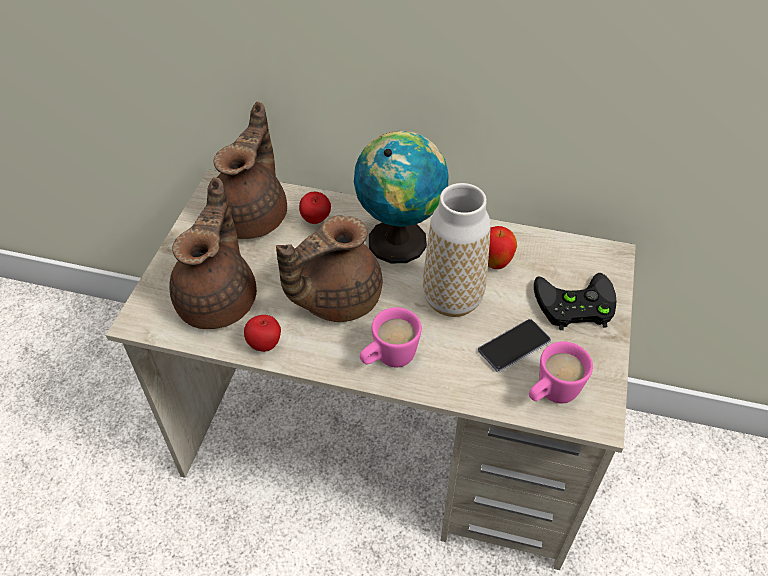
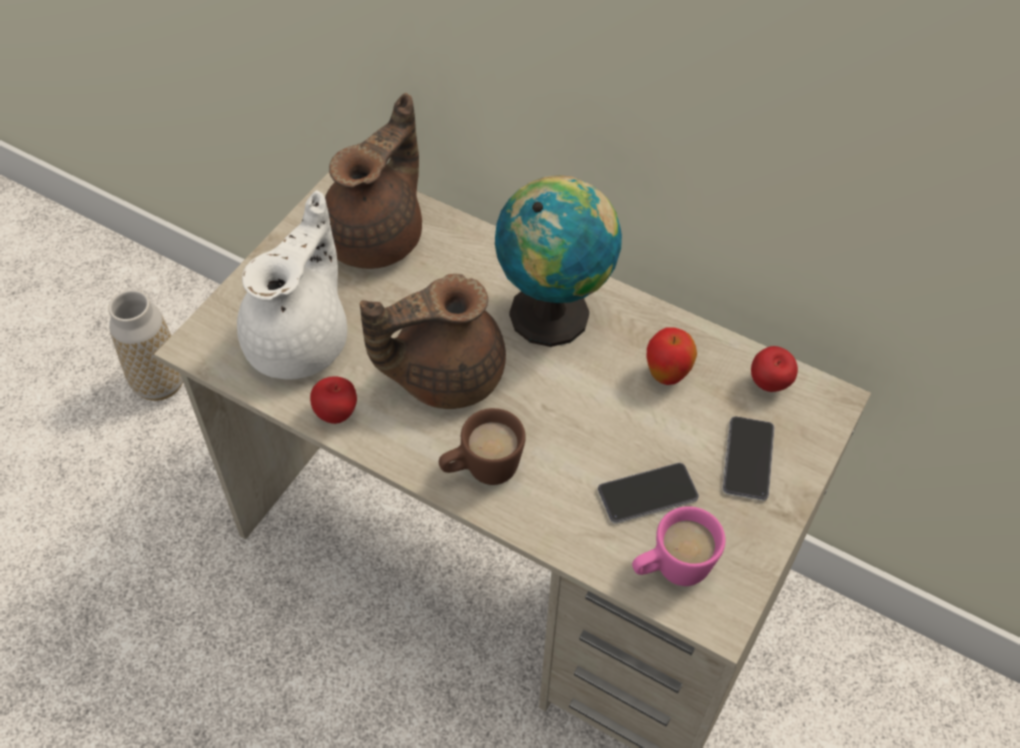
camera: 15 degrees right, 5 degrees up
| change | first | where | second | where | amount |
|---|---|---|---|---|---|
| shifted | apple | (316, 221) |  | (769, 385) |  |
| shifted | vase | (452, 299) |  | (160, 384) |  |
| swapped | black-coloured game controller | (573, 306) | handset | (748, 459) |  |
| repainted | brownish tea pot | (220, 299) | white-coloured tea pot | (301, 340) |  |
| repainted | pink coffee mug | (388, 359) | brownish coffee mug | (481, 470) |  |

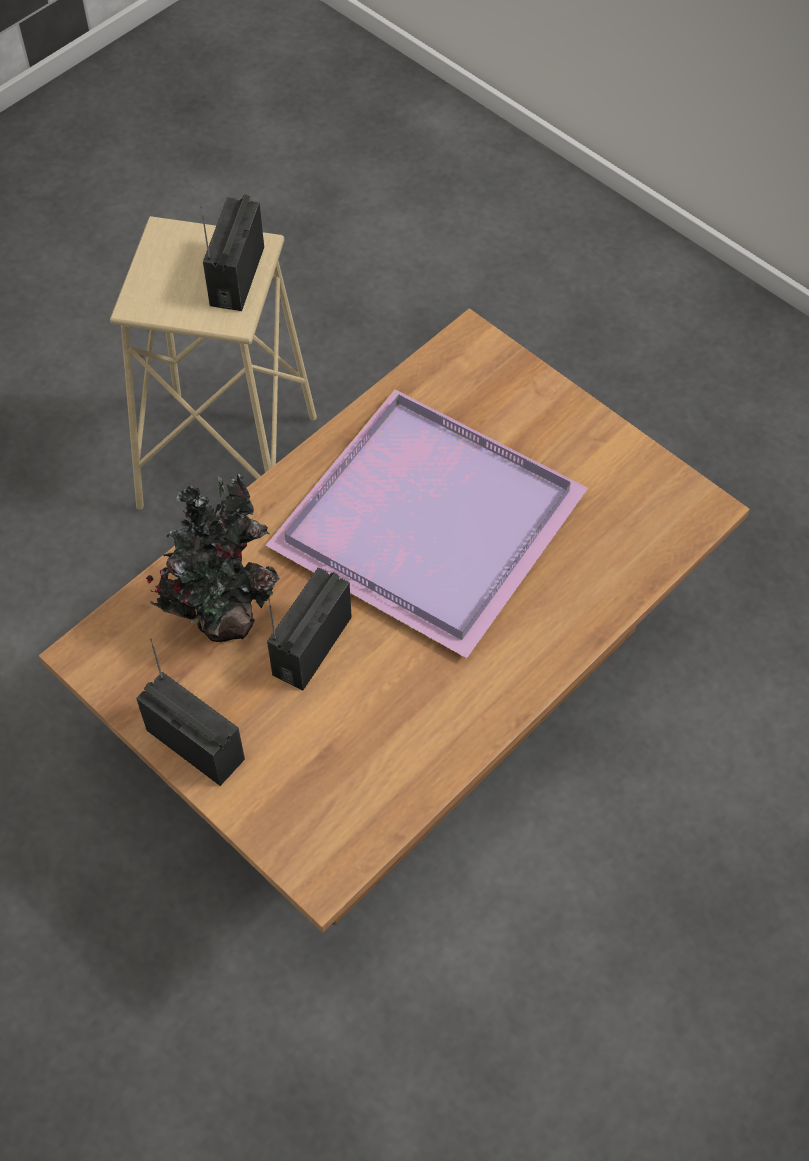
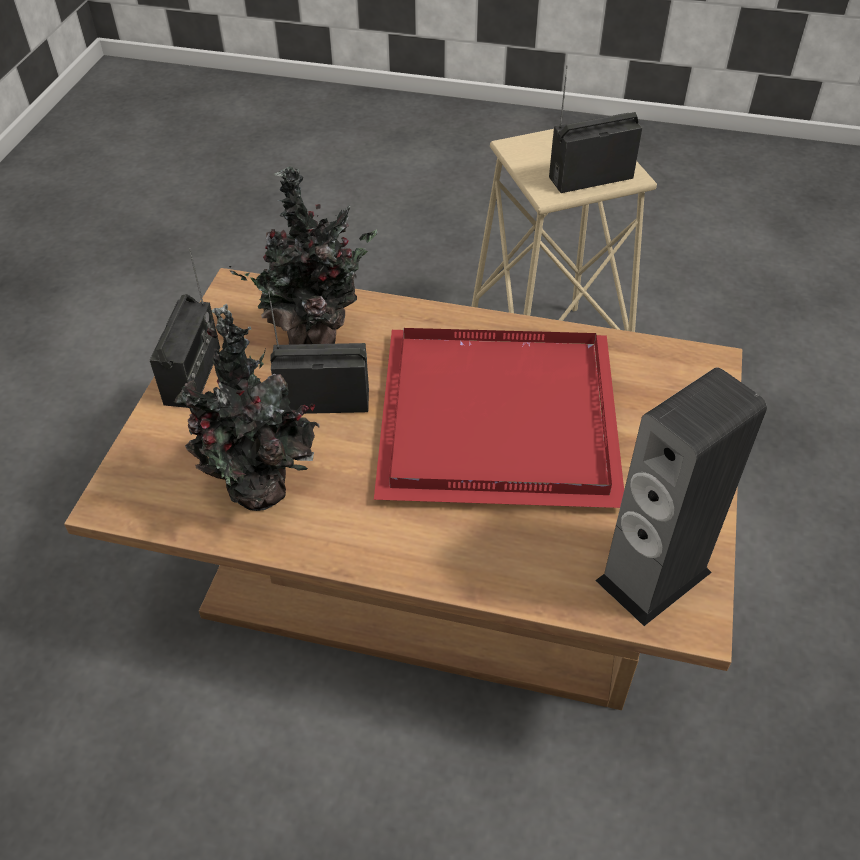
camera: 60 degrees right, 10 degrees down
| change | first | where | second | where | amount |
|---|---|---|---|---|---|
| new |  |  | plant in a pot | (262, 495) |  |
| new |  |  | speaker | (653, 576) |  |
| repainted | purple serving tray | (427, 517) | reddish serving tray | (503, 415) |  |

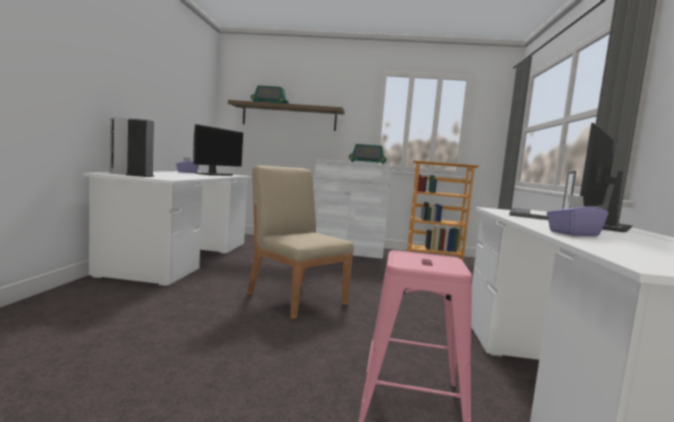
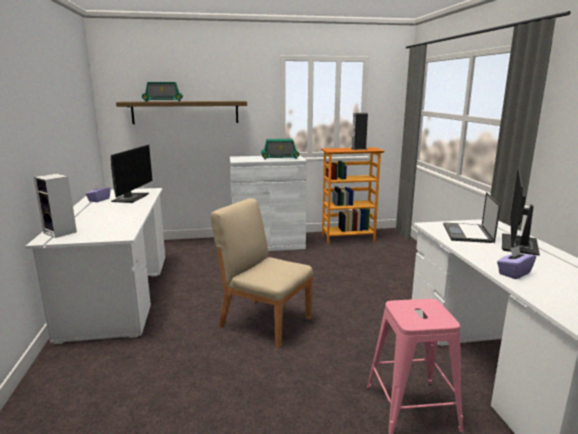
camera: 15 degrees left, 10 degrees up
| change | first | where | second | where | amount |
|---|---|---|---|---|---|
| shifted | speaker | (140, 175) |  | (358, 149) |  |

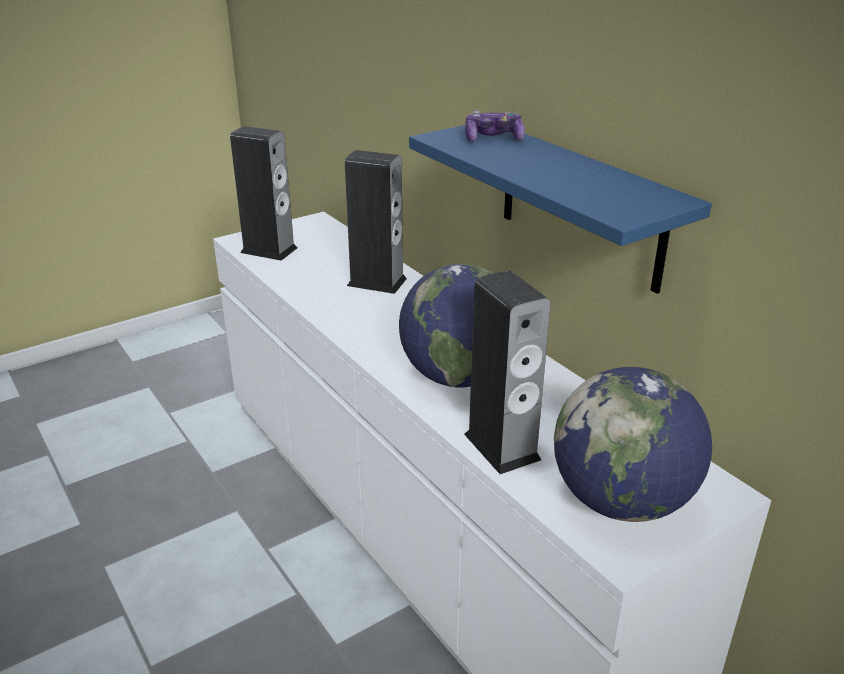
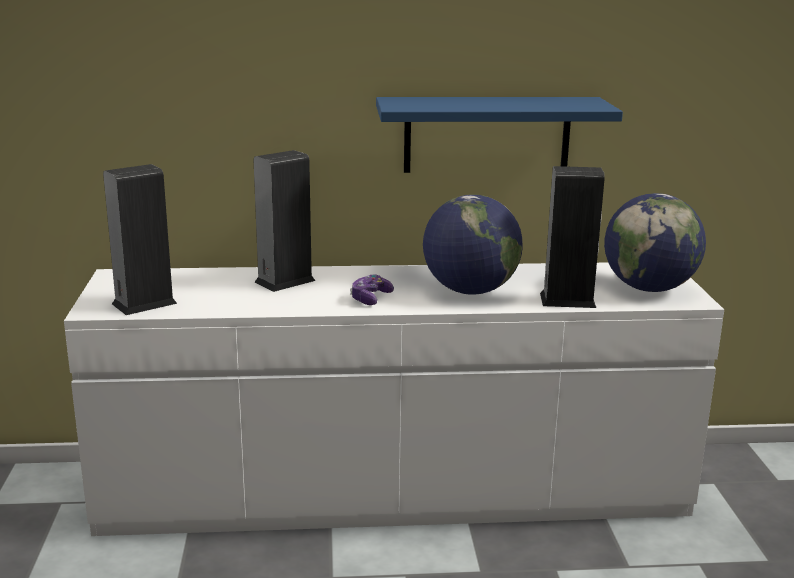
camera: 60 degrees left, 10 degrees down
| change | first | where | second | where | amount |
|---|---|---|---|---|---|
| shifted | game controller | (493, 139) |  | (370, 298) |  |

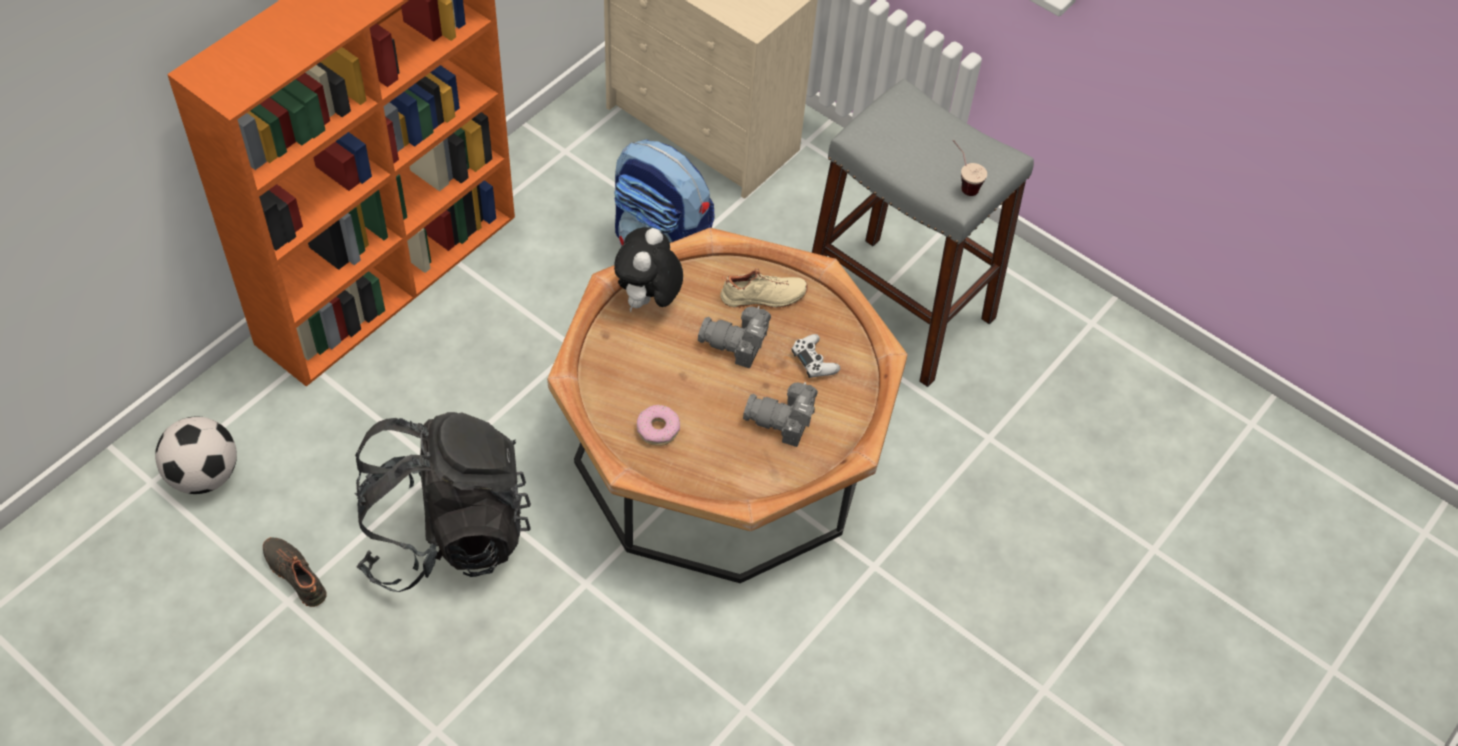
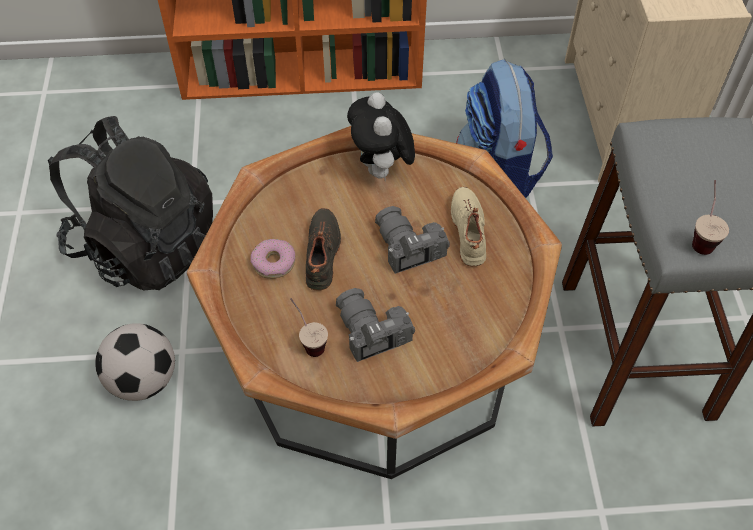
camera: 50 degrees right, 0 degrees up
| change | first | where | second | where | amount |
|---|---|---|---|---|---|
| gone | white-coloured game controller | (814, 361) |  |  |  |
| new |  |  | cup | (308, 341) |  |
| shifted | ball for football | (204, 475) |  | (144, 380) |  |
| shifted | black-coloured shoe | (297, 574) |  | (324, 254) |  |
| rotated | cuddly toy | (648, 301) |  | (381, 170) | 75 degrees counterclockwise |
| rotated | beige-coloured shoe | (763, 298) |  | (470, 231) | 135 degrees counterclockwise |

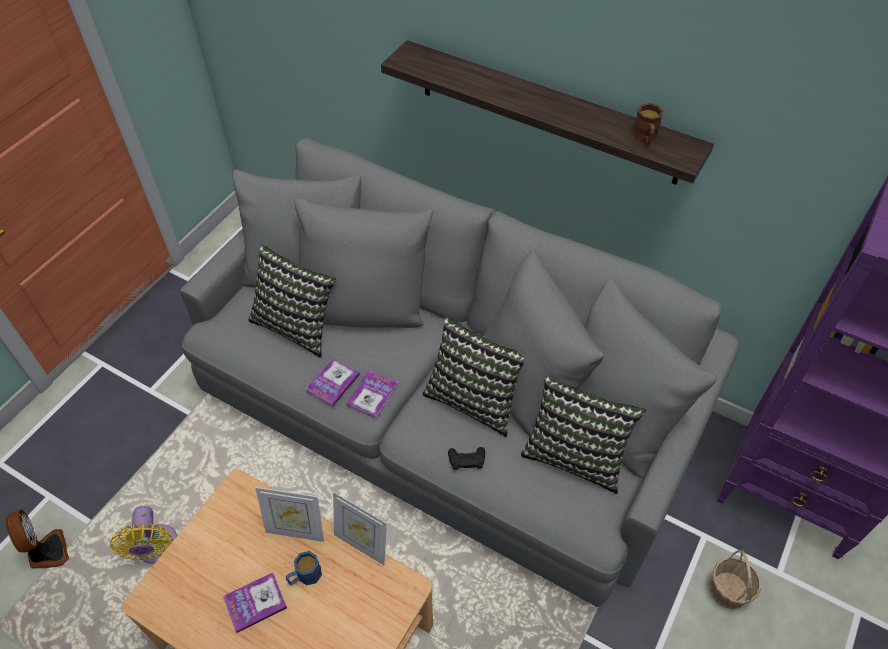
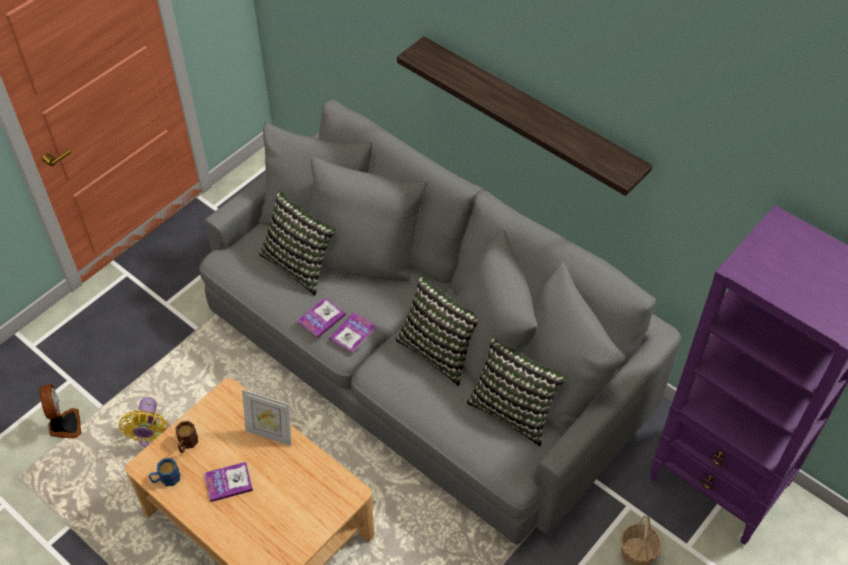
camera: 10 degrees right, 0 degrees up
| change | first | where | second | where | amount |
|---|---|---|---|---|---|
| gone | standing frame | (362, 544) |  |  |  |
| gone | black-coloured game controller | (466, 459) |  |  |  |
| shifted | blue coffee mug | (305, 576) |  | (166, 479) |  |
| shifted | brownish coffee mug | (645, 138) |  | (187, 444) |  |

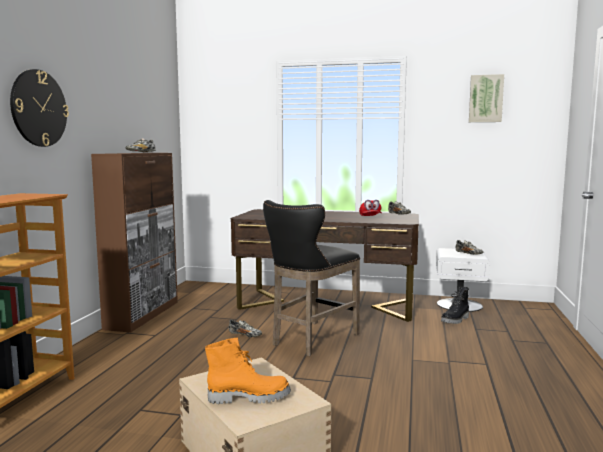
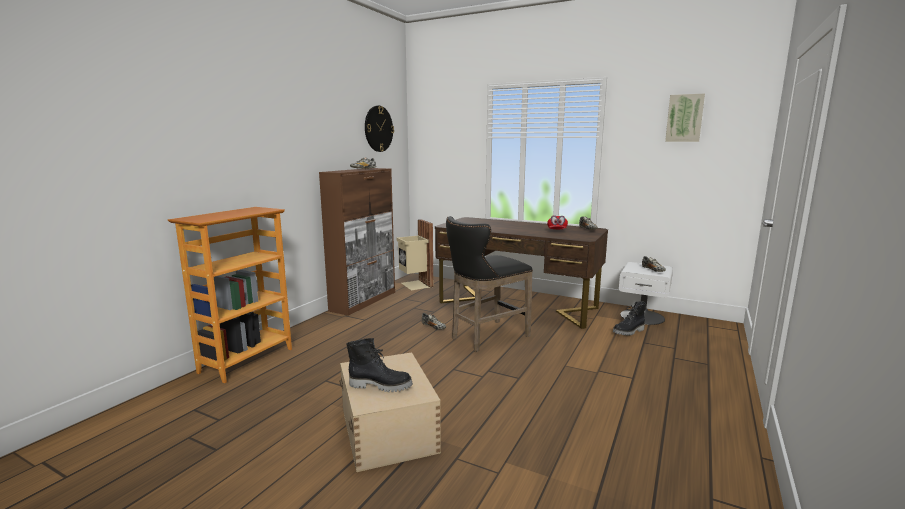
camera: 15 degrees right, 5 degrees up
| change | first | where | second | where | amount |
|---|---|---|---|---|---|
| new |  |  | beige-coloured rubbish bin | (415, 285) |  |
| shifted | wall clock | (39, 108) |  | (378, 129) |  |
| repainted | orange high-top boot | (249, 397) | black-coloured high-top boot | (381, 385) |  |

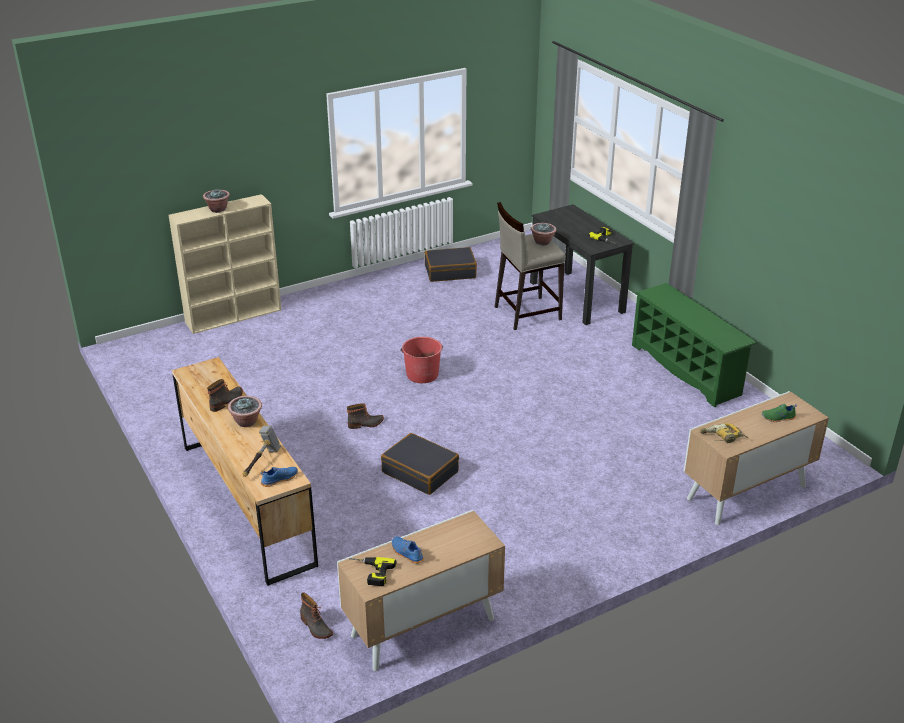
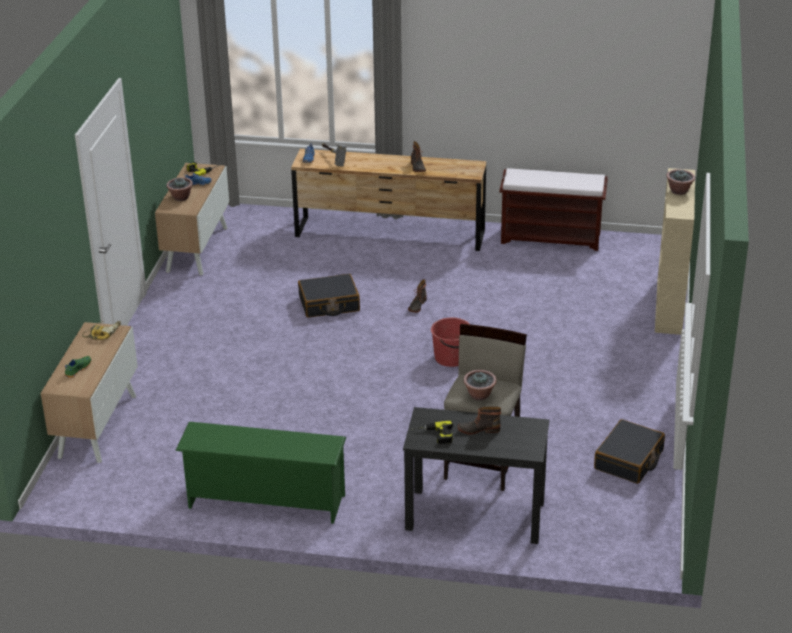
camera: 130 degrees right, 0 degrees up
| change | first | where | second | where | amount |
|---|---|---|---|---|---|
| new |  |  | brownish indoor bench | (551, 238) |  |
| shifted | plant in a pot | (247, 422) |  | (180, 198) |  |
| shifted | high-top boot | (315, 627) |  | (478, 429) |  |

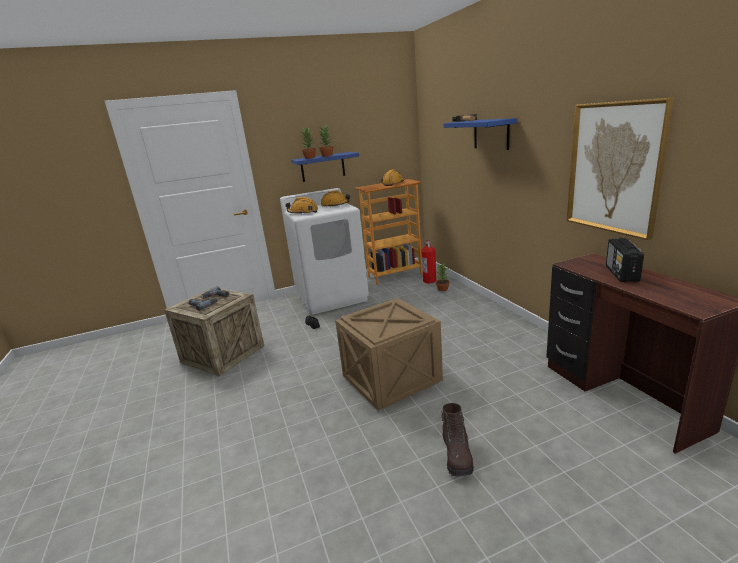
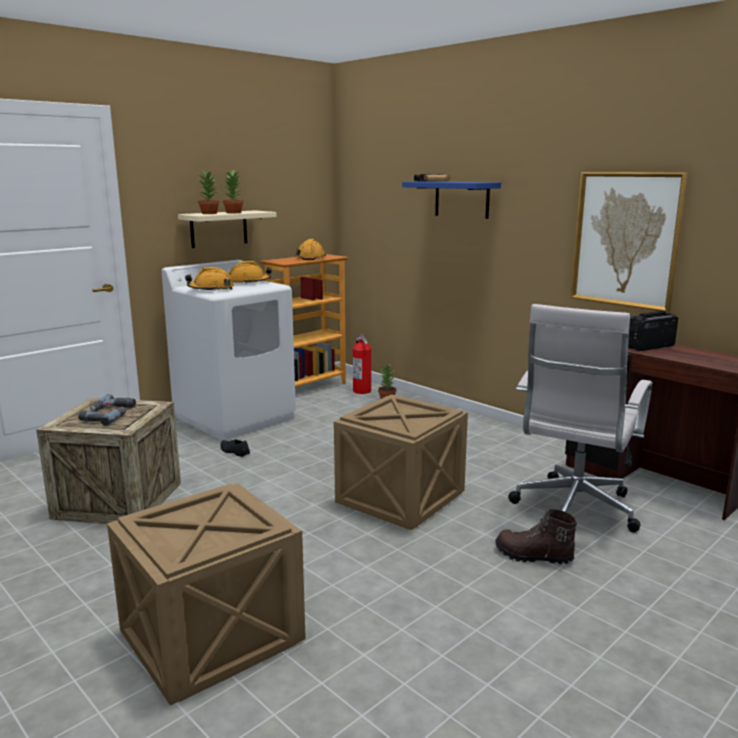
camera: 25 degrees left, 5 degrees down
| change | first | where | second | where | amount |
|---|---|---|---|---|---|
| new |  |  | shipping crate | (209, 639) |  |
| new |  |  | white-coloured office chair | (573, 511) |  |
| repainted | blue shelf | (322, 167) | beige-coloured shelf | (219, 229) |  |
| rotated | brownish high-top boot | (457, 455) |  | (533, 556) | 135 degrees clockwise |
| rotated | radio receiver | (621, 274) |  | (649, 347) | 75 degrees clockwise |

